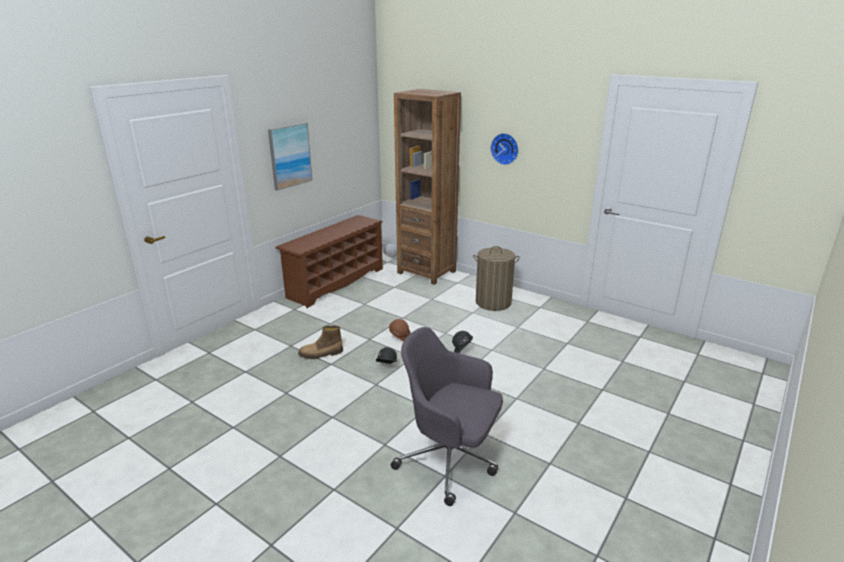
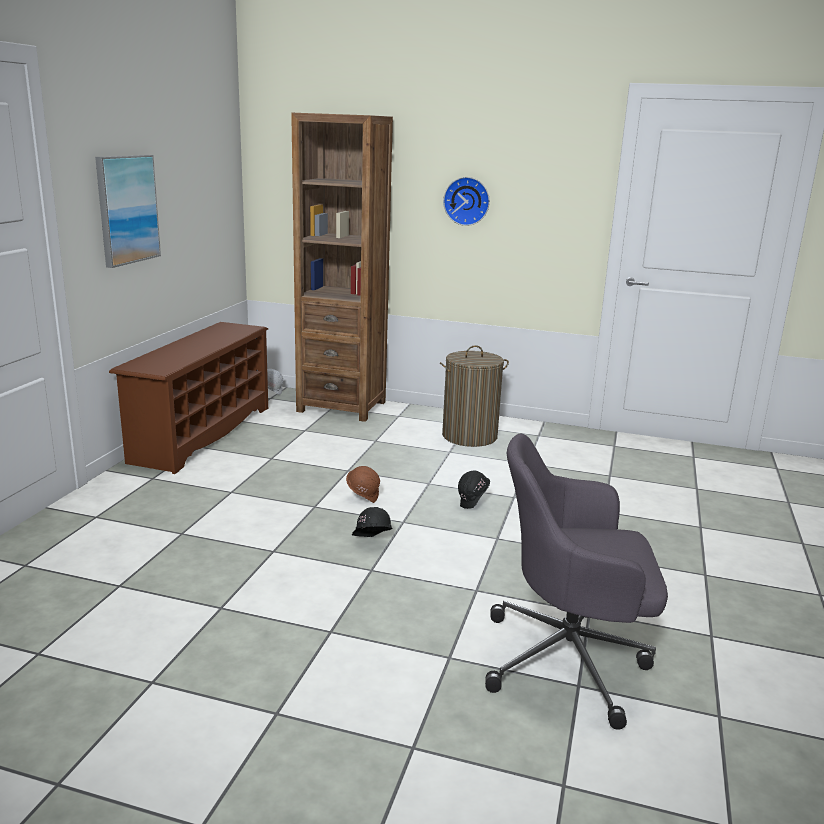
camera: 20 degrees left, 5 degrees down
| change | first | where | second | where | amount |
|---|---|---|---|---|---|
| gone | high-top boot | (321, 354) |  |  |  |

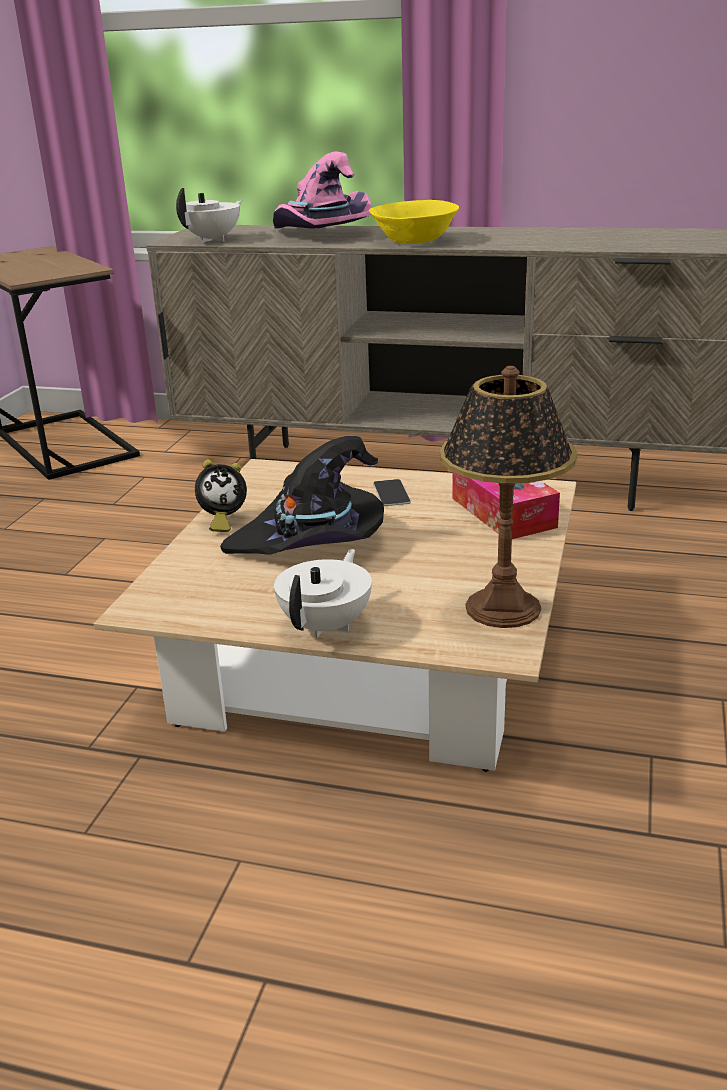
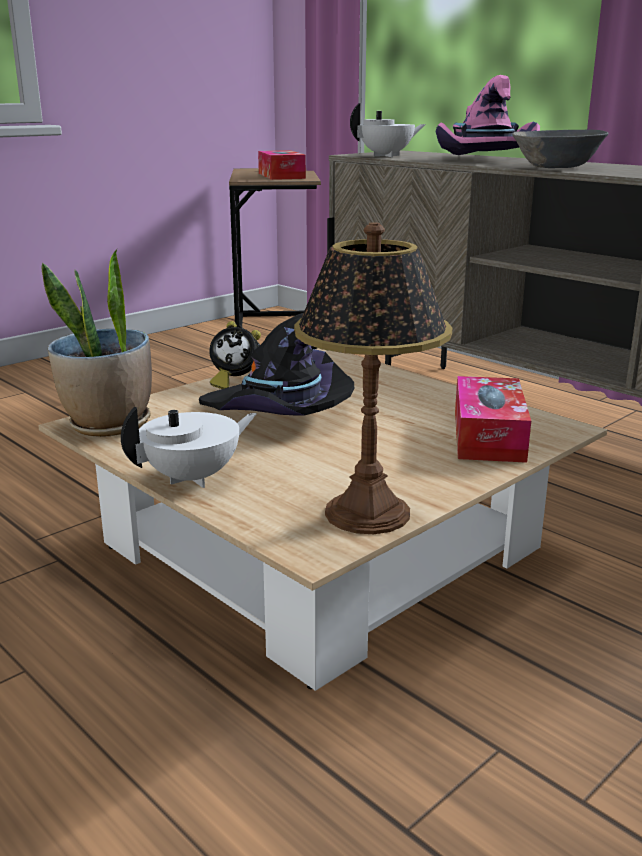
camera: 30 degrees right, 5 degrees down
| change | first | where | second | where | amount |
|---|---|---|---|---|---|
| gone | handset | (391, 493) |  |  |  |
| new |  |  | plant in a pot | (109, 425) |  |
| new |  |  | tissue holder | (281, 176) |  |
| repainted | yellow-coloured serving bowl | (414, 241) | gray serving bowl | (556, 167) |  |

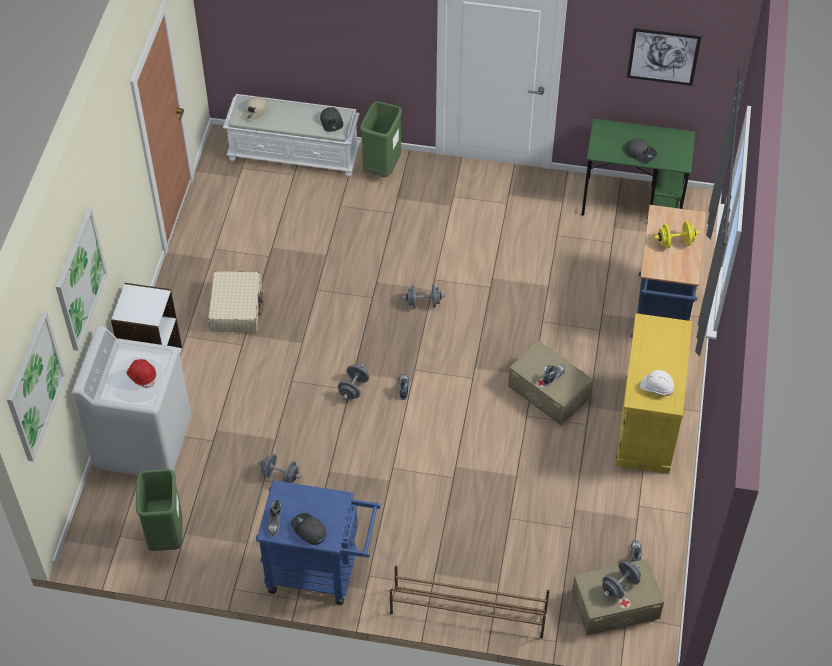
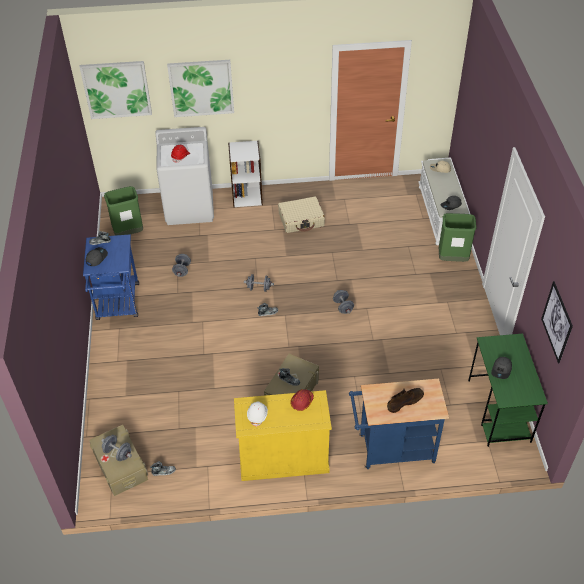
camera: 75 degrees right, 5 degrees down
| change | first | where | second | where | amount |
|---|---|---|---|---|---|
| gone | brownish shoe shelf | (467, 612) |  |  |  |
| new |  |  | reddish work helmet | (302, 402) |  |
| swapped | yellow-coloured free weight | (675, 242) | brownish high-top boot | (405, 401) |  |

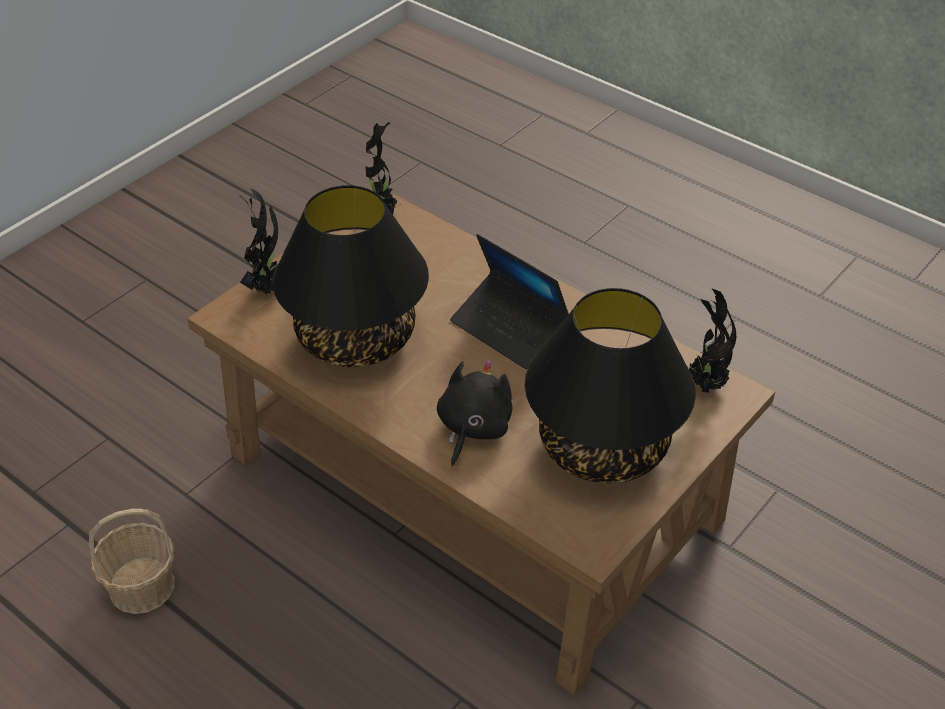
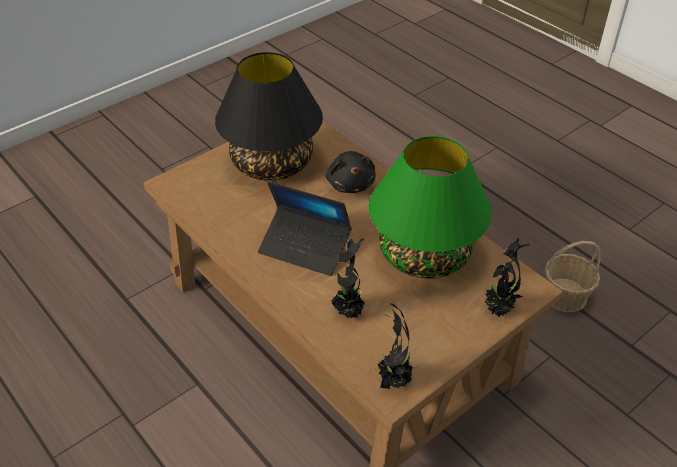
camera: 170 degrees left, 0 degrees up
| change | first | where | second | where | amount |
|---|---|---|---|---|---|
| shifted | plant in a pot | (704, 384) |  | (349, 312) |  |
| repainted | black-coloured lamp for a table | (357, 338) | green lamp for a table | (423, 254) |  |
| rotated | black-coloured cuddly toy | (473, 428) |  | (350, 183) | 45 degrees counterclockwise |
| rotated | laptop | (509, 328) |  | (305, 247) | 150 degrees clockwise |

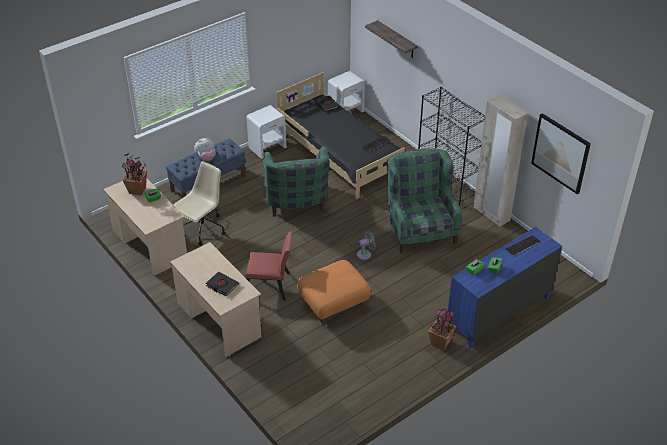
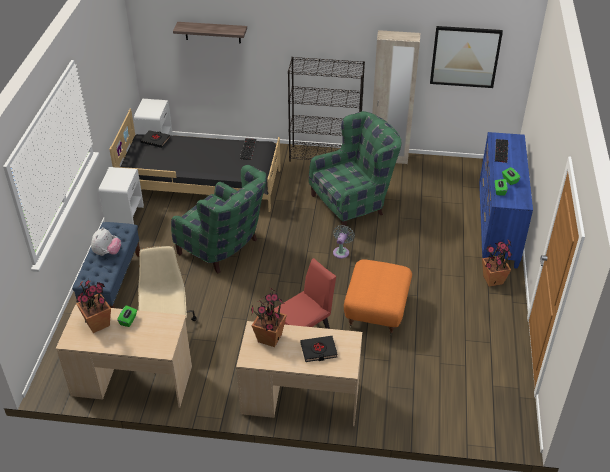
camera: 45 degrees left, 0 degrees up
| change | first | where | second | where | amount |
|---|---|---|---|---|---|
| new |  |  | plant in a pot | (269, 338) |  |
| rotated | green easy chair | (420, 229) |  | (354, 203) | 120 degrees clockwise |

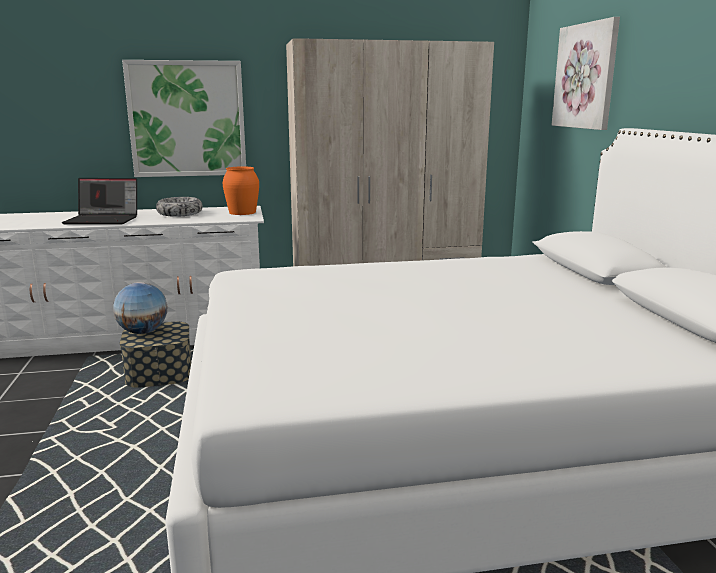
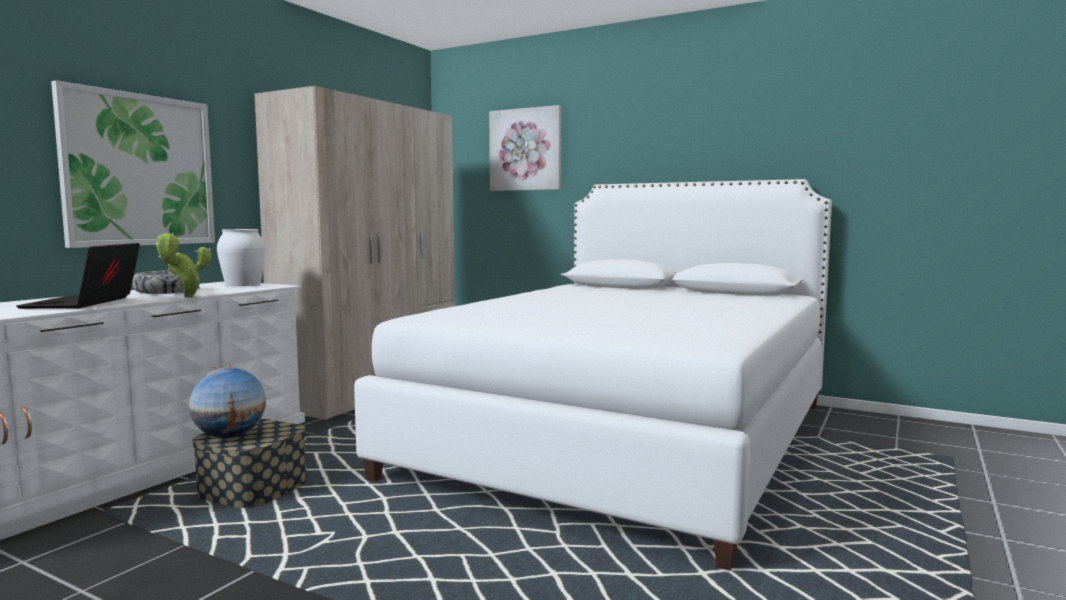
camera: 50 degrees left, 10 degrees down
| change | first | where | second | where | amount |
|---|---|---|---|---|---|
| new |  |  | plant in a pot | (186, 297) |  |
| repainted | orange vase | (242, 212) | white-coloured vase | (243, 284) |  |
| rotated | laptop | (104, 220) |  | (84, 303) | 135 degrees clockwise |

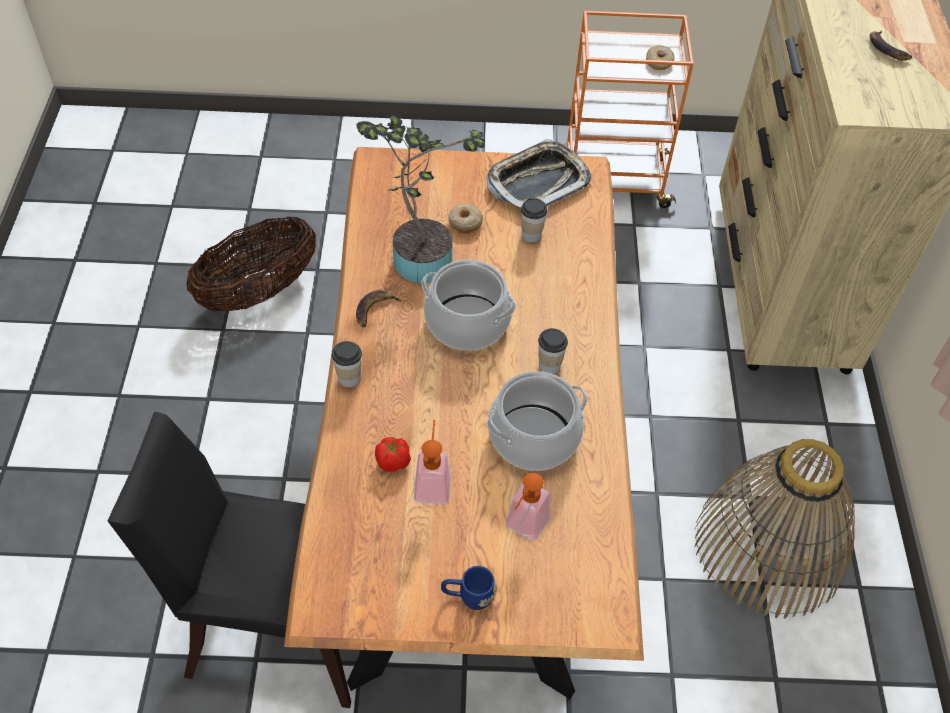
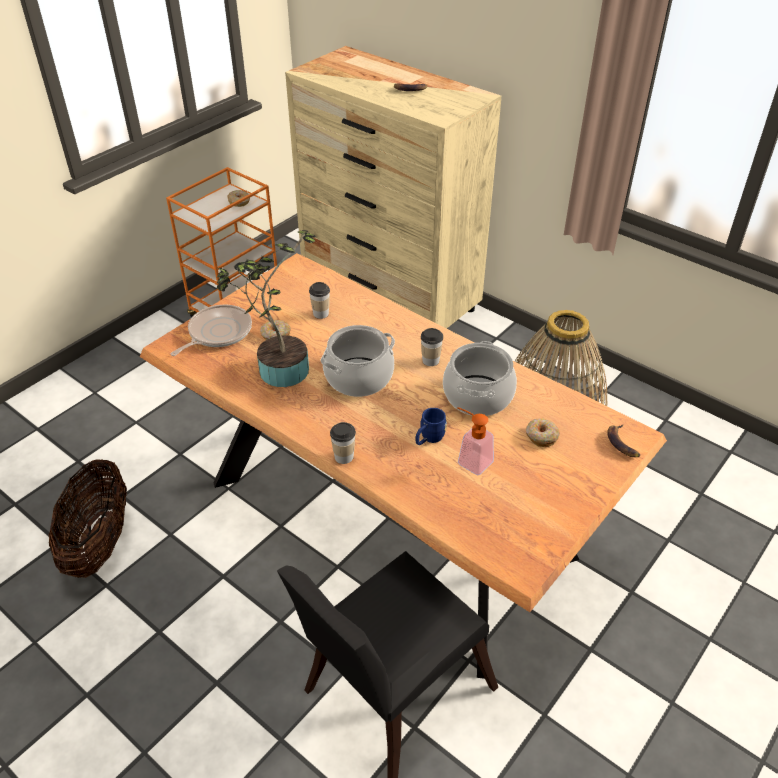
camera: 50 degrees left, 10 degrees down
| change | first | where | second | where | amount |
|---|---|---|---|---|---|
| gone | tomato | (393, 462) |  |  |  |
| gone | serving tray | (538, 182) |  |  |  |
| new |  |  | skillet | (217, 333) |  |
| shifted | banana | (374, 310) |  | (622, 443) |  |
| shifted | blue coffee mug | (468, 597) |  | (428, 439) |  |
| swapped | liquid soap bottle | (523, 528) | donut | (541, 436) |  |

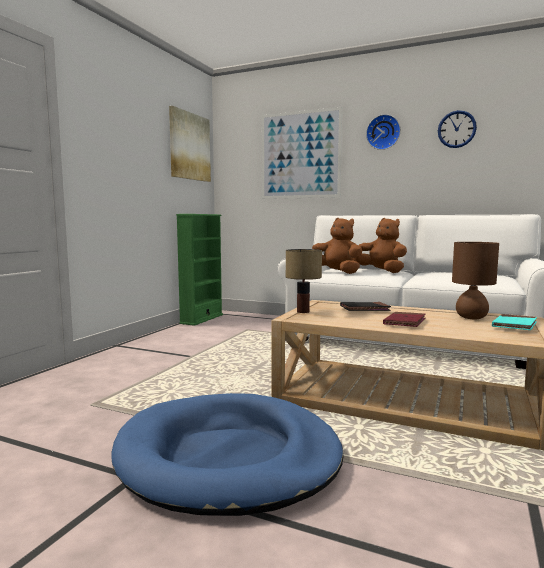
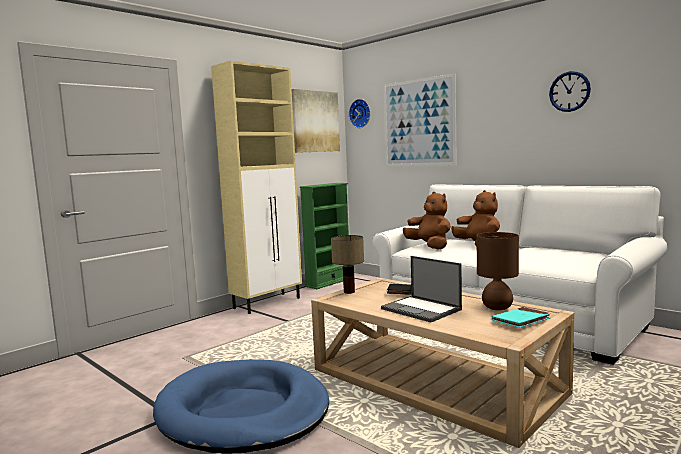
camera: 20 degrees right, 0 degrees up
| change | first | where | second | where | amount |
|---|---|---|---|---|---|
| new |  |  | beige-coloured storage cabinet | (268, 303) |  |
| shifted | wall clock | (383, 132) |  | (361, 113) |  |
| swapped | reddish book | (404, 322) | laptop | (422, 309) |  |

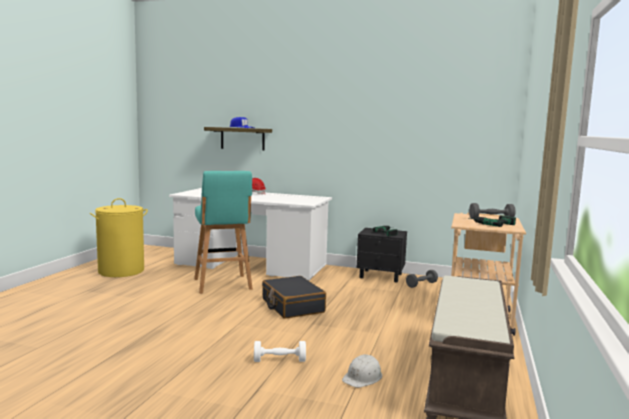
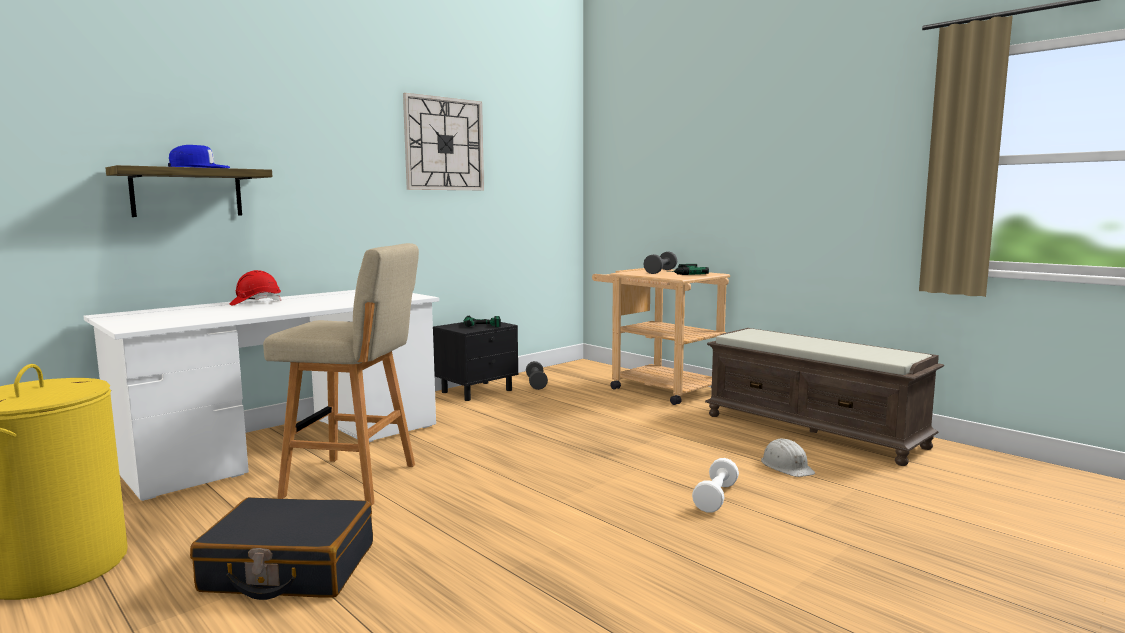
camera: 60 degrees left, 0 degrees up
| change | first | where | second | where | amount |
|---|---|---|---|---|---|
| new |  |  | wall clock | (444, 144) |  |
| shifted | black-coloured suitcase | (292, 306) |  | (289, 568) |  |
| repainted | turquoise-coloured sitting stool | (223, 285) | beige-coloured sitting stool | (355, 481) |  |

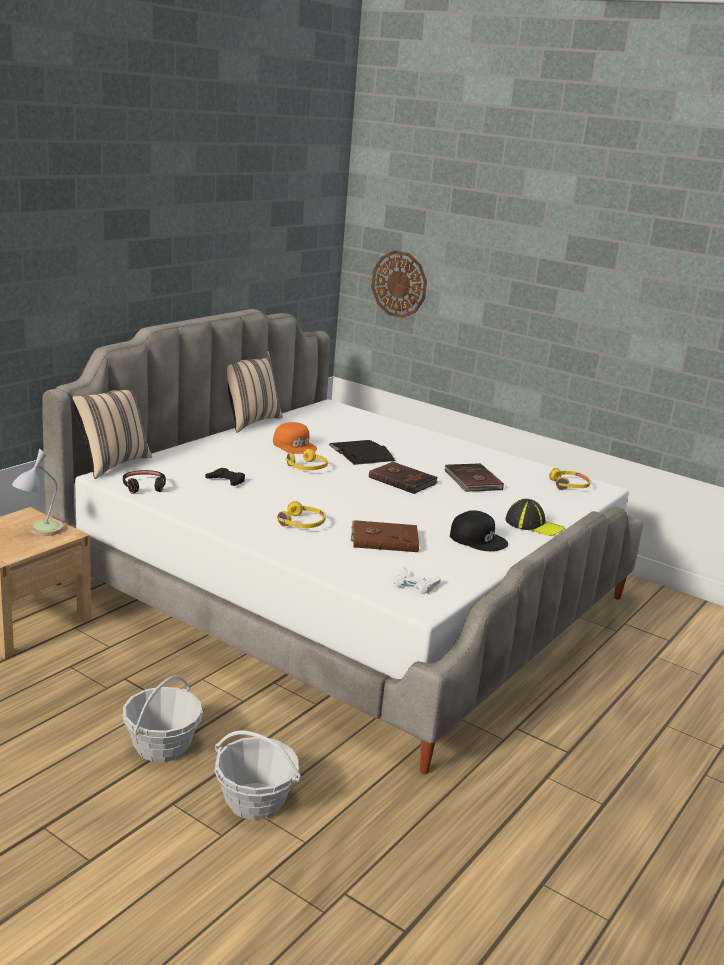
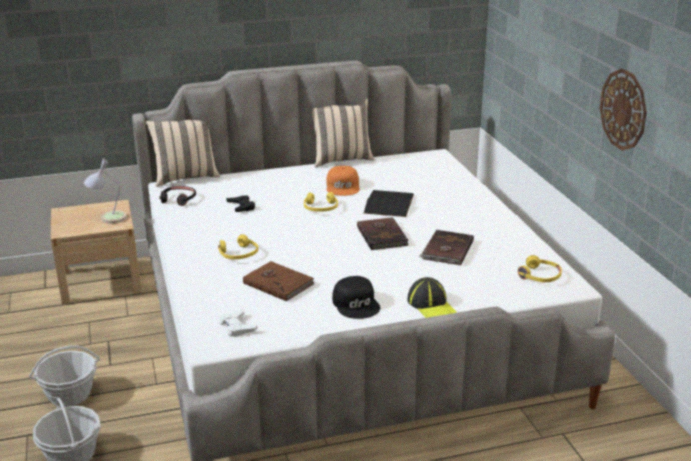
camera: 40 degrees right, 5 degrees up
| change | first | where | second | where | amount |
|---|---|---|---|---|---|
| shifted | wall clock | (399, 284) |  | (623, 109) |  |

